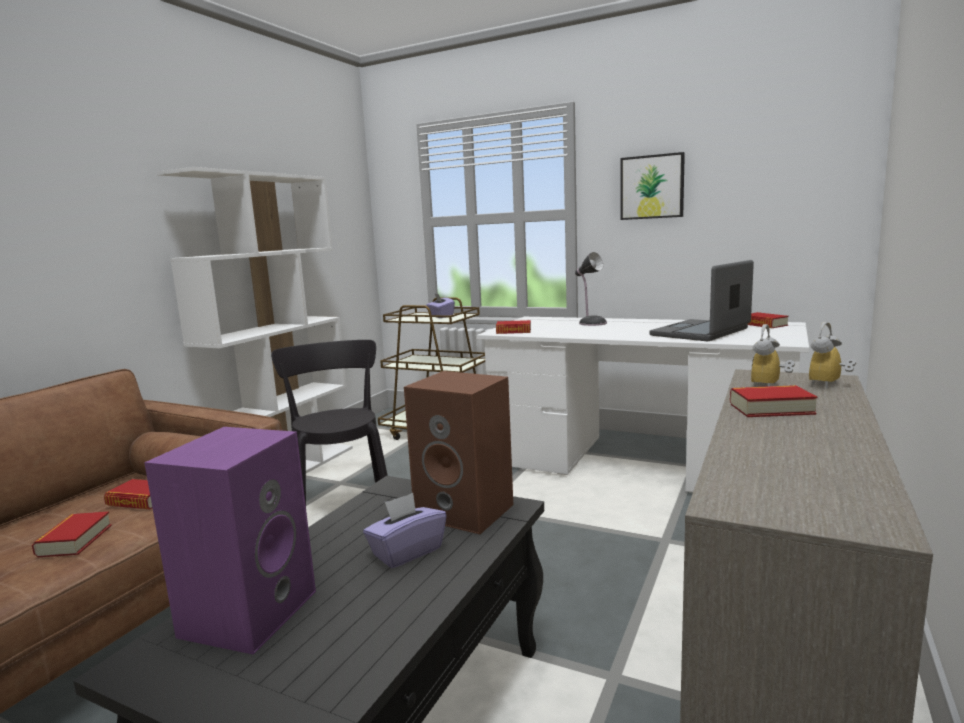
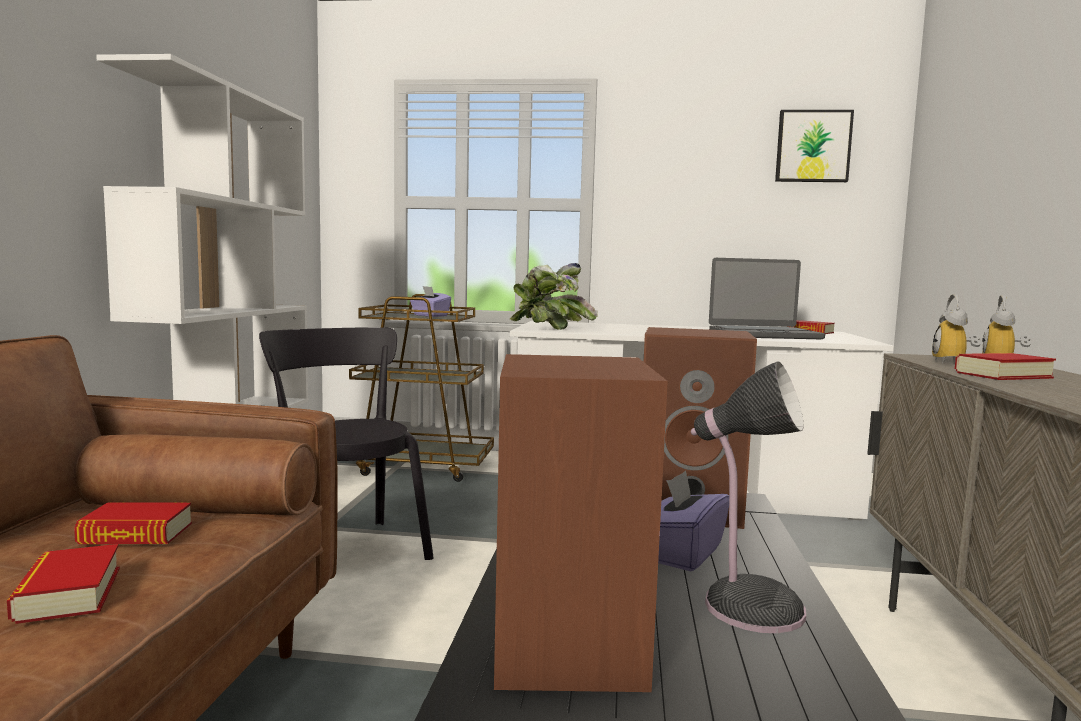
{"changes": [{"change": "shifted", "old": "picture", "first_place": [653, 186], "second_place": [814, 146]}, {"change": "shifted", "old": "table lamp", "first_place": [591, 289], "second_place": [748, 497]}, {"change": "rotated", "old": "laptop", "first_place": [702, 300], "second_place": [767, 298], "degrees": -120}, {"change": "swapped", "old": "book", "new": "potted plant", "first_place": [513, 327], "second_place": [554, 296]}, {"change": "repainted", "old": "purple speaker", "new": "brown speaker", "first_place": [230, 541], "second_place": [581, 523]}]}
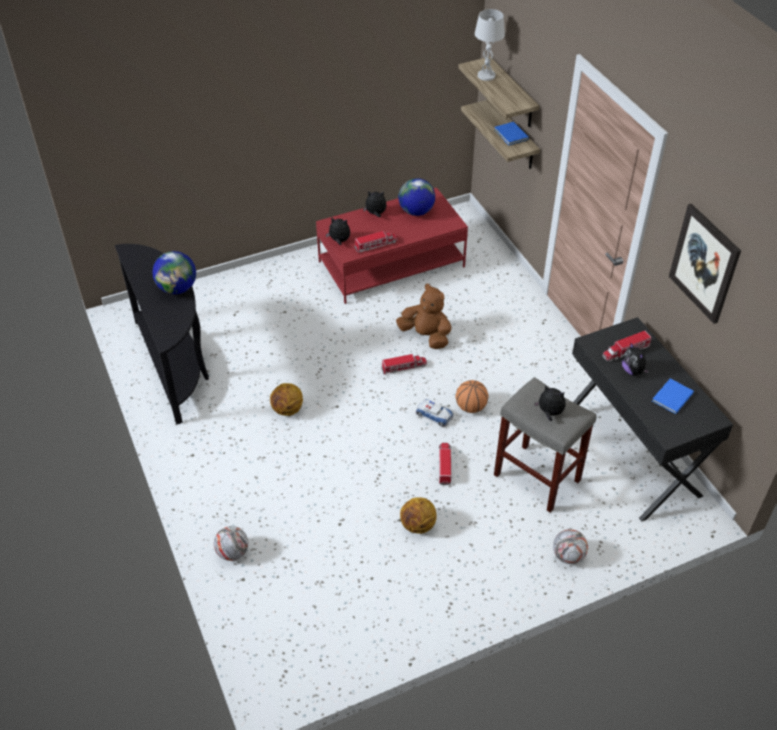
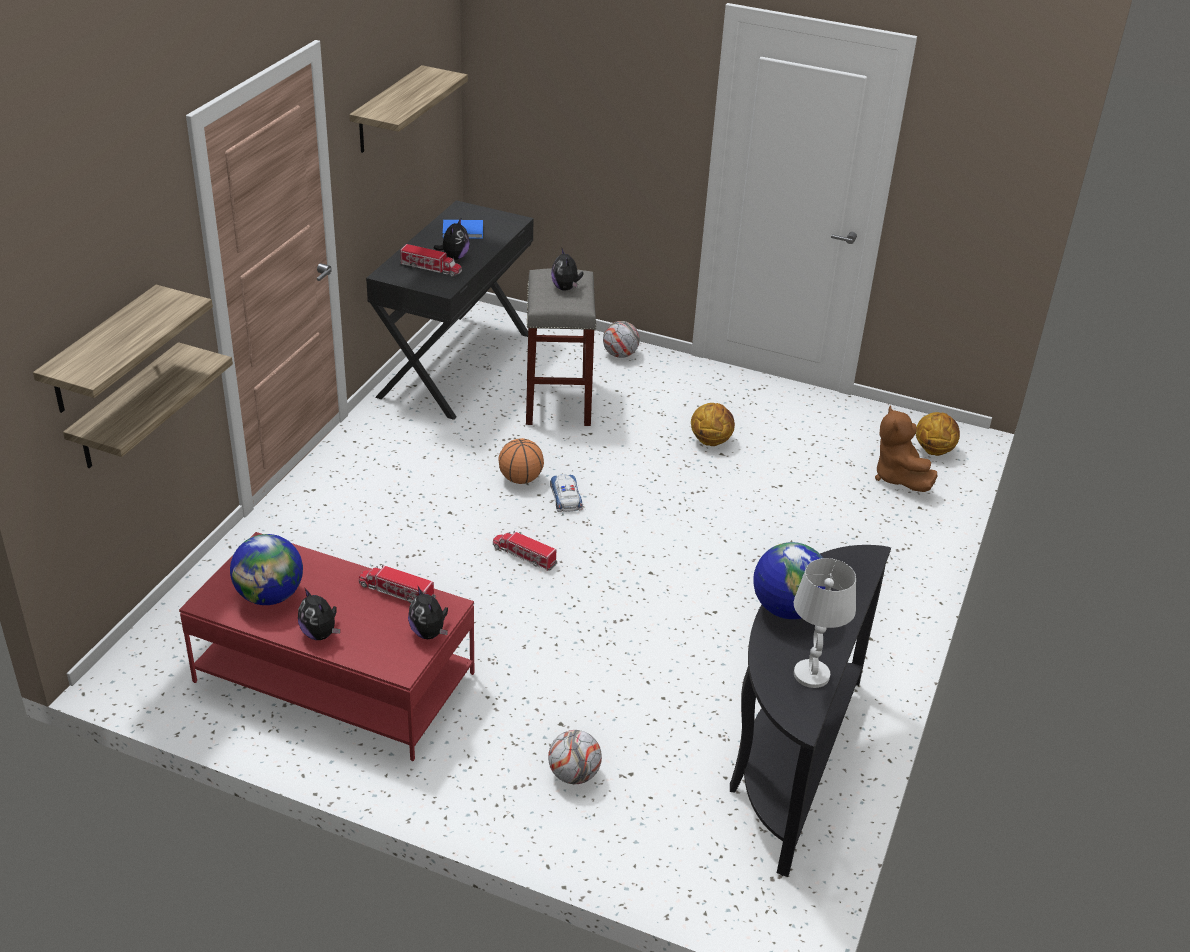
{"changes": [{"change": "shifted", "old": "white table lamp", "first_place": [490, 45], "second_place": [825, 623]}, {"change": "gone", "old": "blue book", "first_place": [511, 133]}, {"change": "swapped", "old": "picture", "new": "shelf", "first_place": [705, 264], "second_place": [408, 109]}, {"change": "shifted", "old": "brown plush toy", "first_place": [423, 316], "second_place": [906, 448]}, {"change": "shifted", "old": "basketball", "first_place": [286, 399], "second_place": [938, 434]}, {"change": "gone", "old": "toy truck", "first_place": [445, 464]}, {"change": "shifted", "old": "football", "first_place": [231, 543], "second_place": [575, 757]}]}
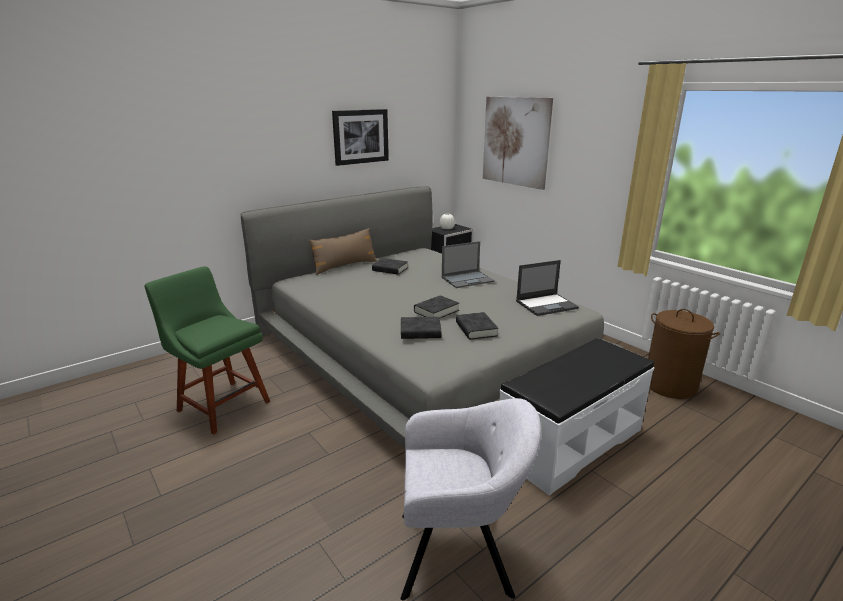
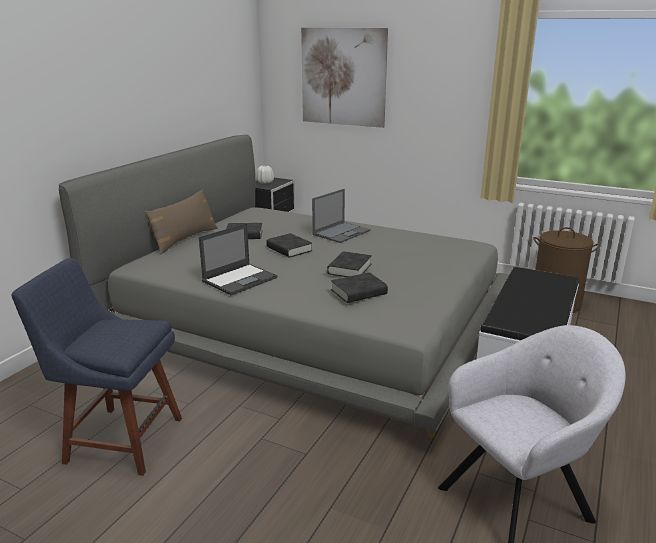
{"changes": [{"change": "gone", "old": "picture", "first_place": [360, 137]}, {"change": "shifted", "old": "laptop", "first_place": [547, 288], "second_place": [238, 259]}, {"change": "repainted", "old": "green chair", "new": "blue chair", "first_place": [207, 350], "second_place": [97, 367]}, {"change": "shifted", "old": "black book", "first_place": [477, 326], "second_place": [289, 245]}]}
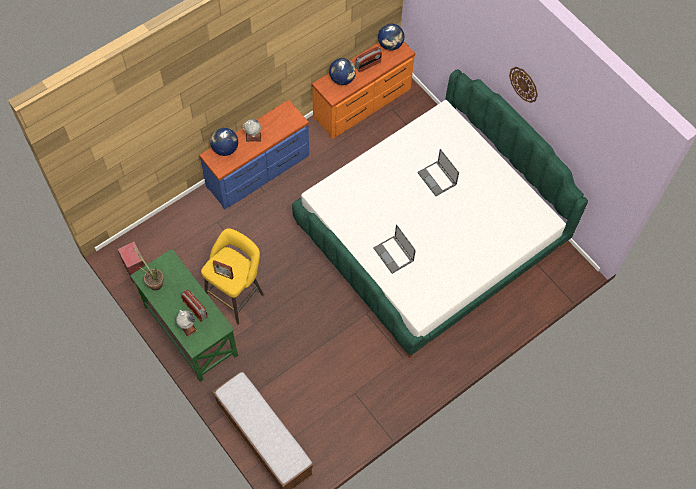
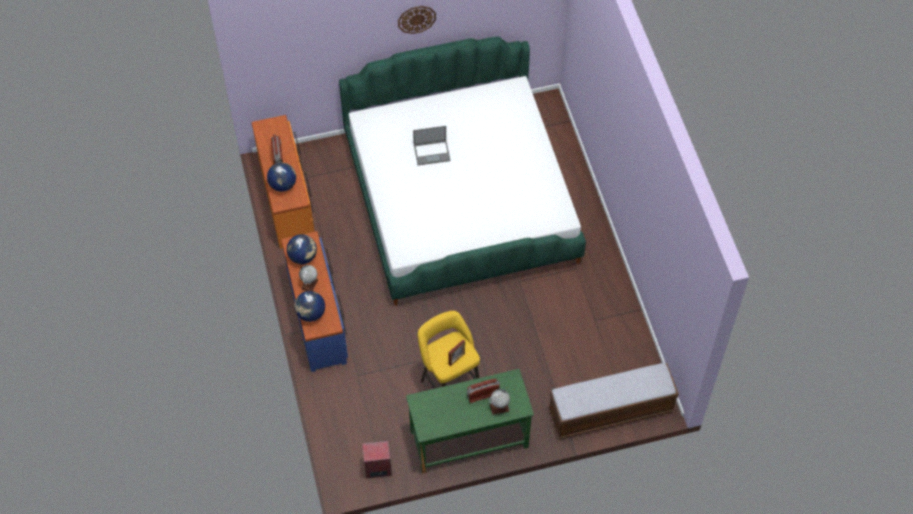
{"changes": [{"change": "shifted", "old": "globe", "first_place": [391, 37], "second_place": [302, 249]}, {"change": "gone", "old": "laptop", "first_place": [394, 249]}, {"change": "gone", "old": "potted plant", "first_place": [148, 269]}]}
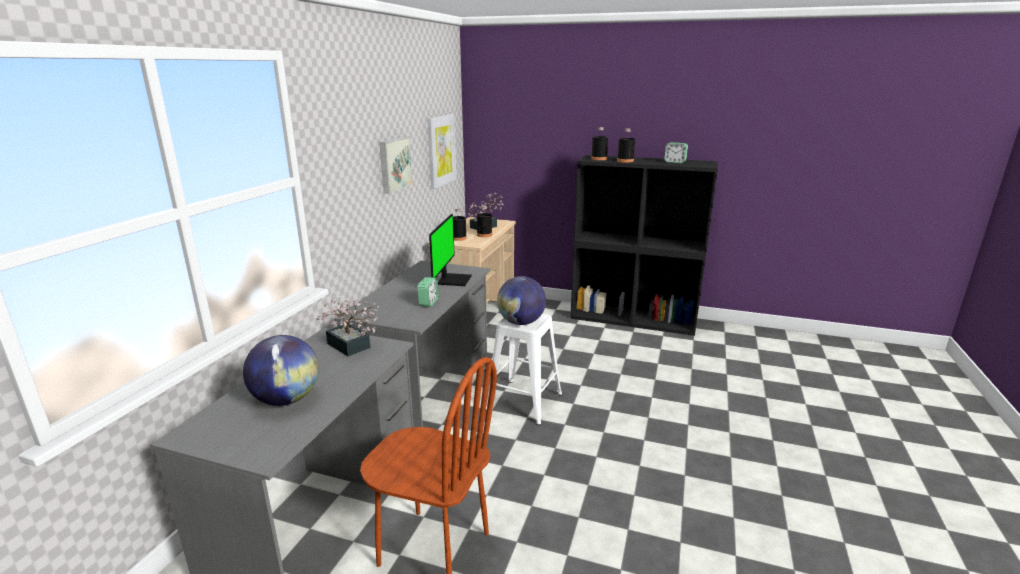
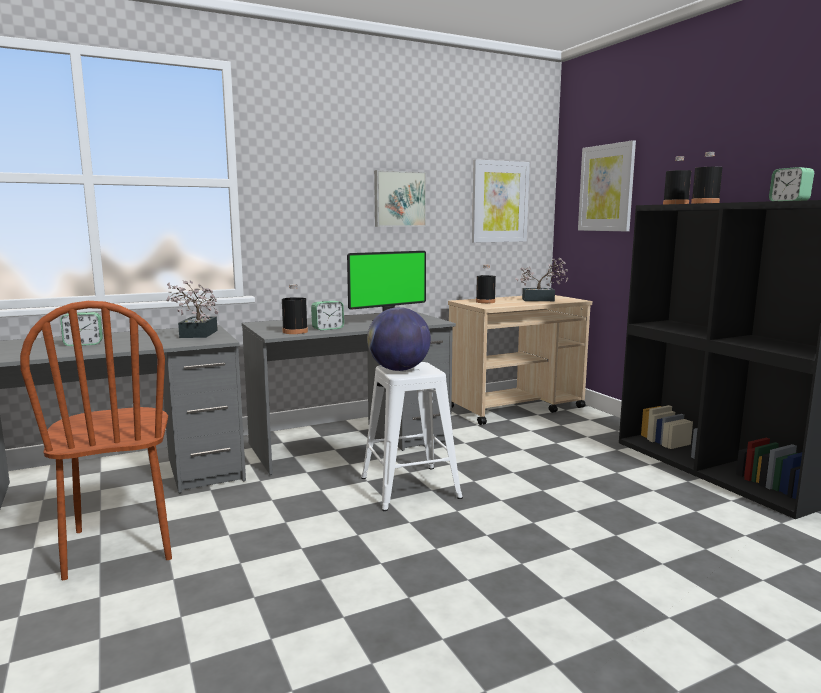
{"changes": [{"change": "shifted", "old": "black bottle", "first_place": [484, 221], "second_place": [295, 309]}, {"change": "swapped", "old": "globe", "new": "alarm clock", "first_place": [281, 370], "second_place": [81, 329]}, {"change": "new", "new": "picture", "second_place": [607, 185]}]}
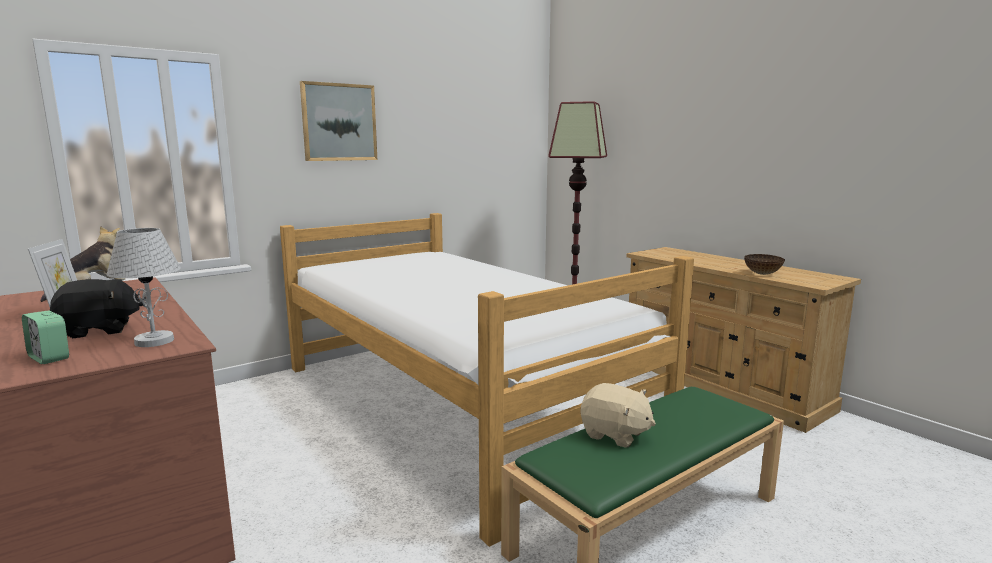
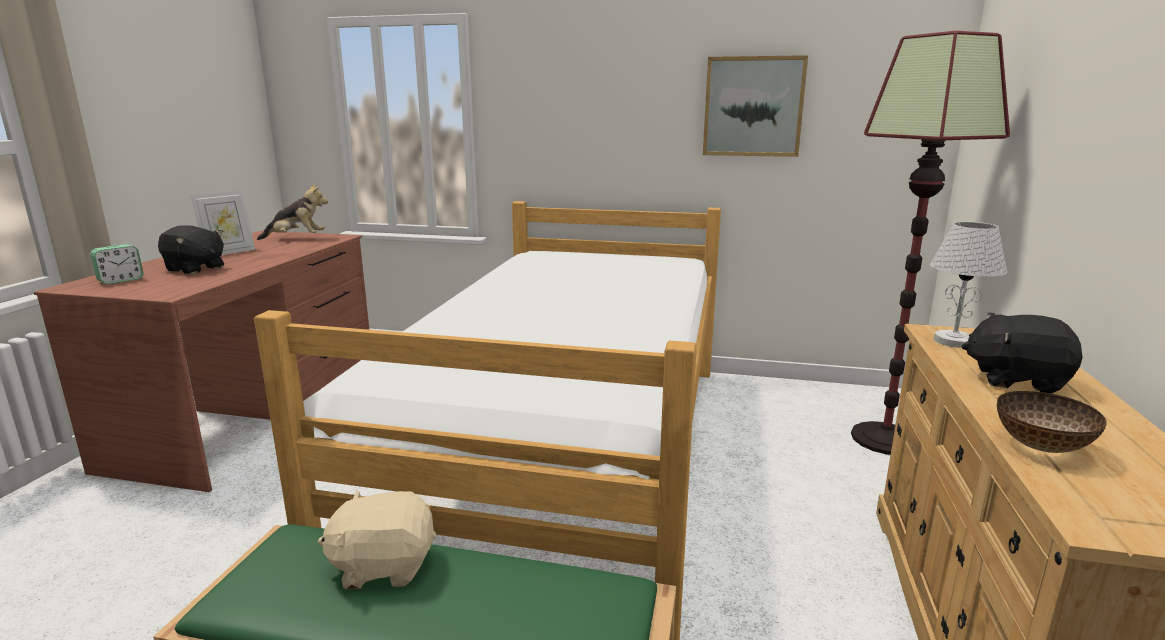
{"changes": [{"change": "shifted", "old": "picture", "first_place": [338, 121], "second_place": [755, 106]}, {"change": "shifted", "old": "white table lamp", "first_place": [144, 287], "second_place": [968, 285]}, {"change": "rotated", "old": "alarm clock", "first_place": [45, 337], "second_place": [117, 264], "degrees": -135}, {"change": "rotated", "old": "beige plush toy", "first_place": [618, 415], "second_place": [377, 540], "degrees": 90}, {"change": "new", "new": "black plush toy", "second_place": [1022, 353]}]}
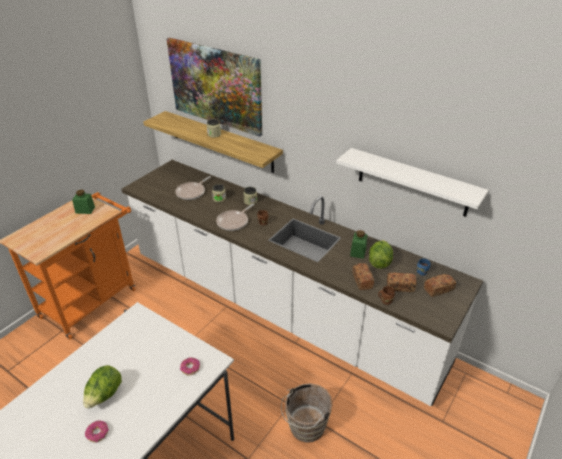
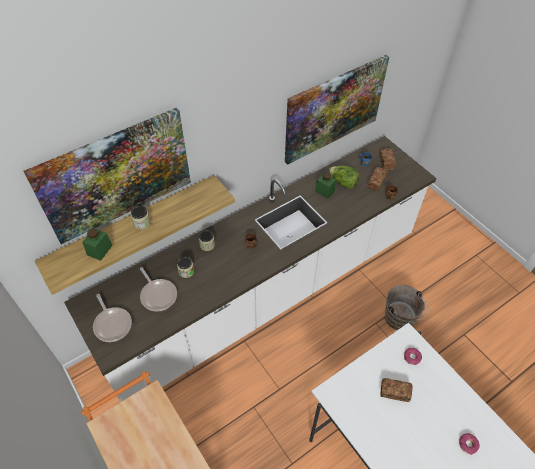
{"changes": [{"change": "swapped", "old": "white shelf", "new": "picture", "first_place": [412, 182], "second_place": [337, 110]}, {"change": "shifted", "old": "green jar", "first_place": [83, 202], "second_place": [97, 244]}, {"change": "shifted", "old": "frying pan", "first_place": [235, 217], "second_place": [112, 318]}, {"change": "shifted", "old": "bread", "first_place": [363, 276], "second_place": [396, 390]}, {"change": "gone", "old": "lettuce", "first_place": [102, 387]}]}
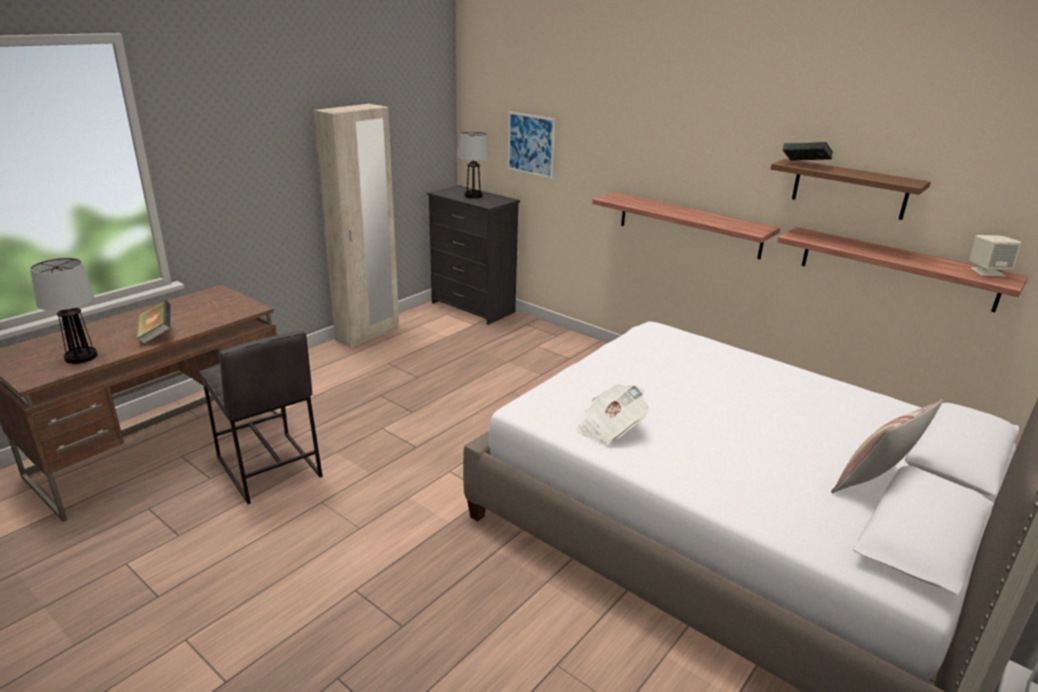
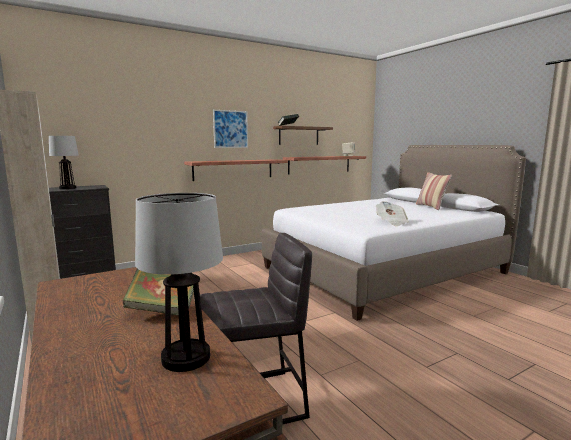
{"changes": [{"change": "shifted", "old": "picture", "first_place": [531, 145], "second_place": [230, 129]}]}
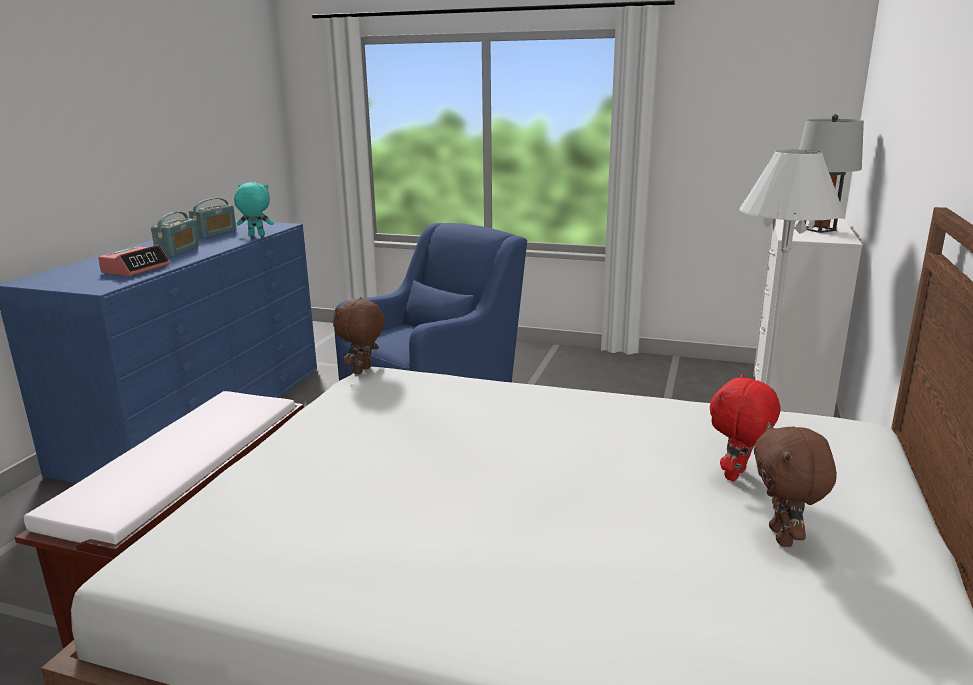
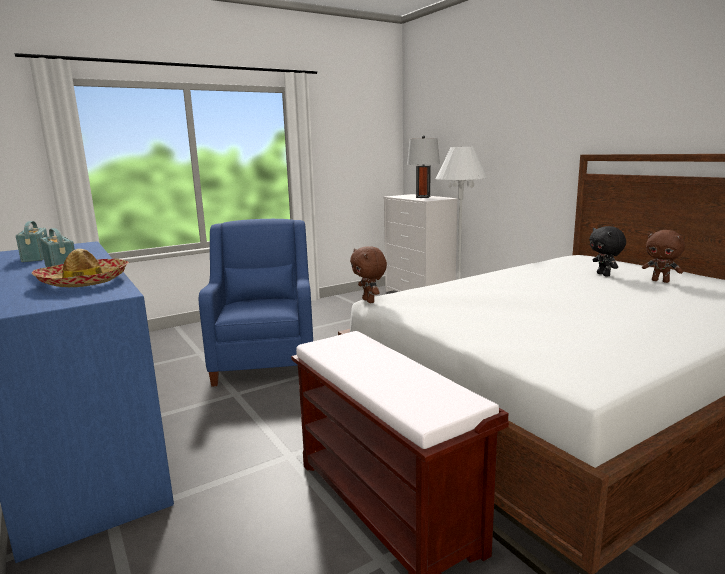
{"changes": [{"change": "gone", "old": "turquoise plush toy", "first_place": [254, 209]}, {"change": "swapped", "old": "alarm clock", "new": "hat", "first_place": [134, 260], "second_place": [80, 268]}, {"change": "repainted", "old": "red plush toy", "new": "black plush toy", "first_place": [745, 427], "second_place": [607, 251]}]}
